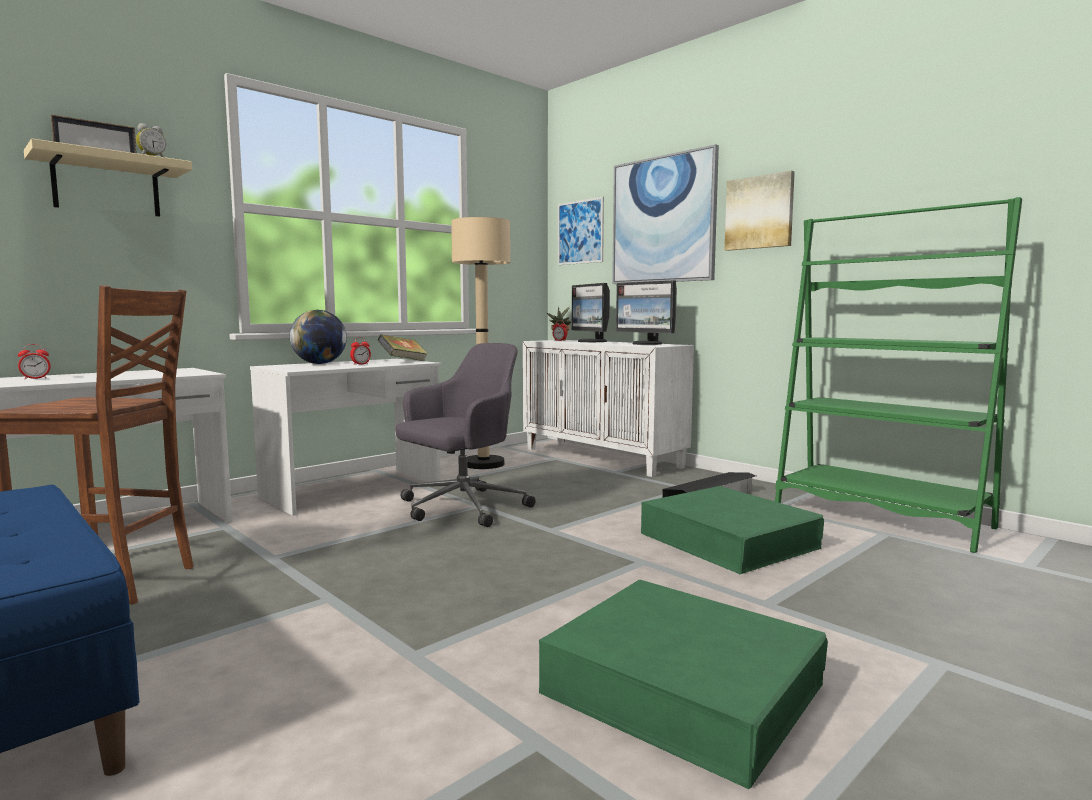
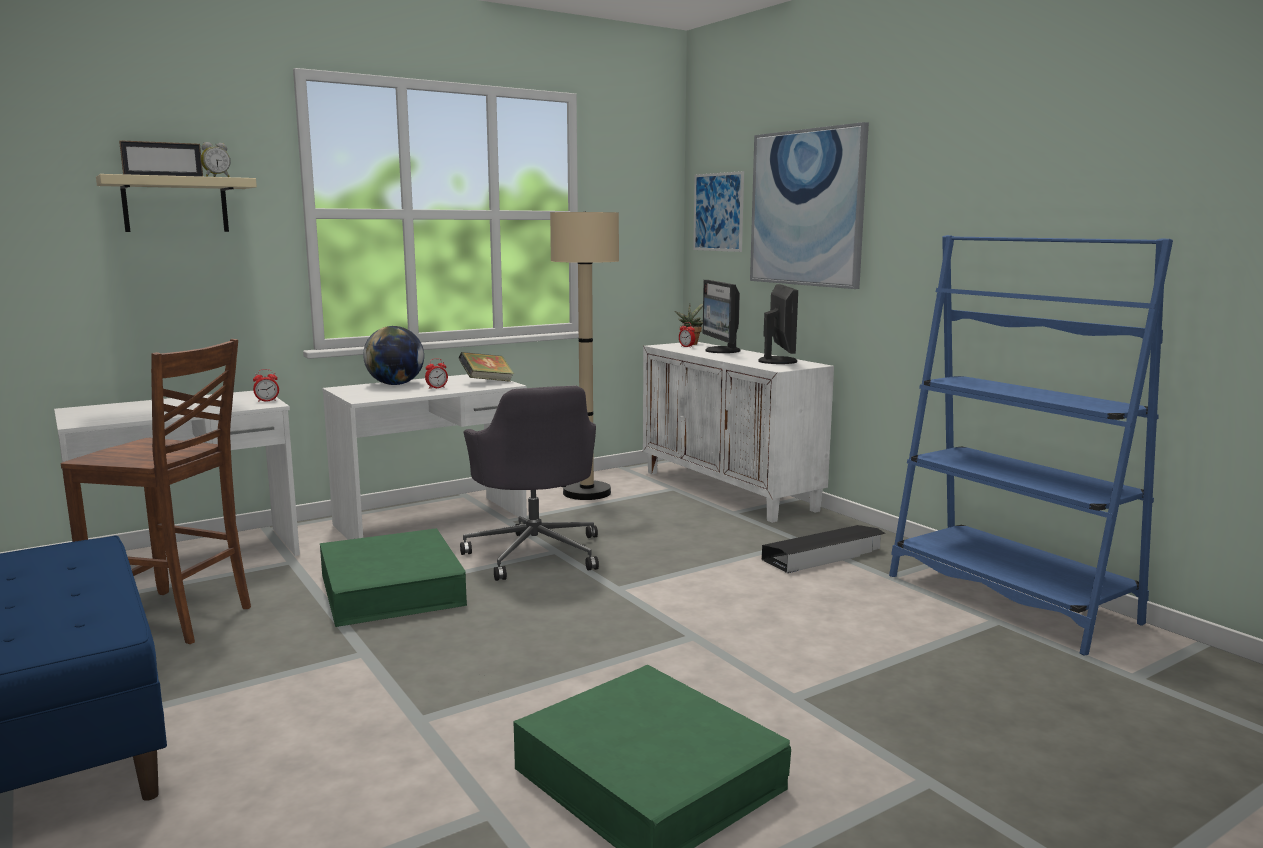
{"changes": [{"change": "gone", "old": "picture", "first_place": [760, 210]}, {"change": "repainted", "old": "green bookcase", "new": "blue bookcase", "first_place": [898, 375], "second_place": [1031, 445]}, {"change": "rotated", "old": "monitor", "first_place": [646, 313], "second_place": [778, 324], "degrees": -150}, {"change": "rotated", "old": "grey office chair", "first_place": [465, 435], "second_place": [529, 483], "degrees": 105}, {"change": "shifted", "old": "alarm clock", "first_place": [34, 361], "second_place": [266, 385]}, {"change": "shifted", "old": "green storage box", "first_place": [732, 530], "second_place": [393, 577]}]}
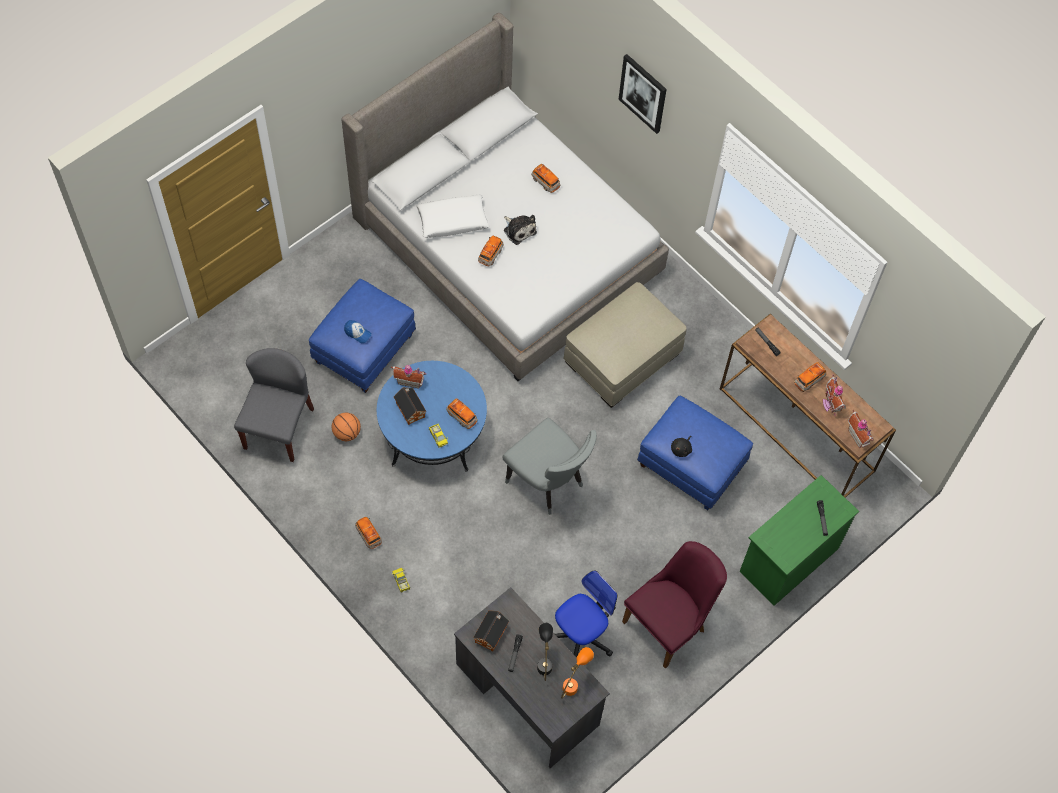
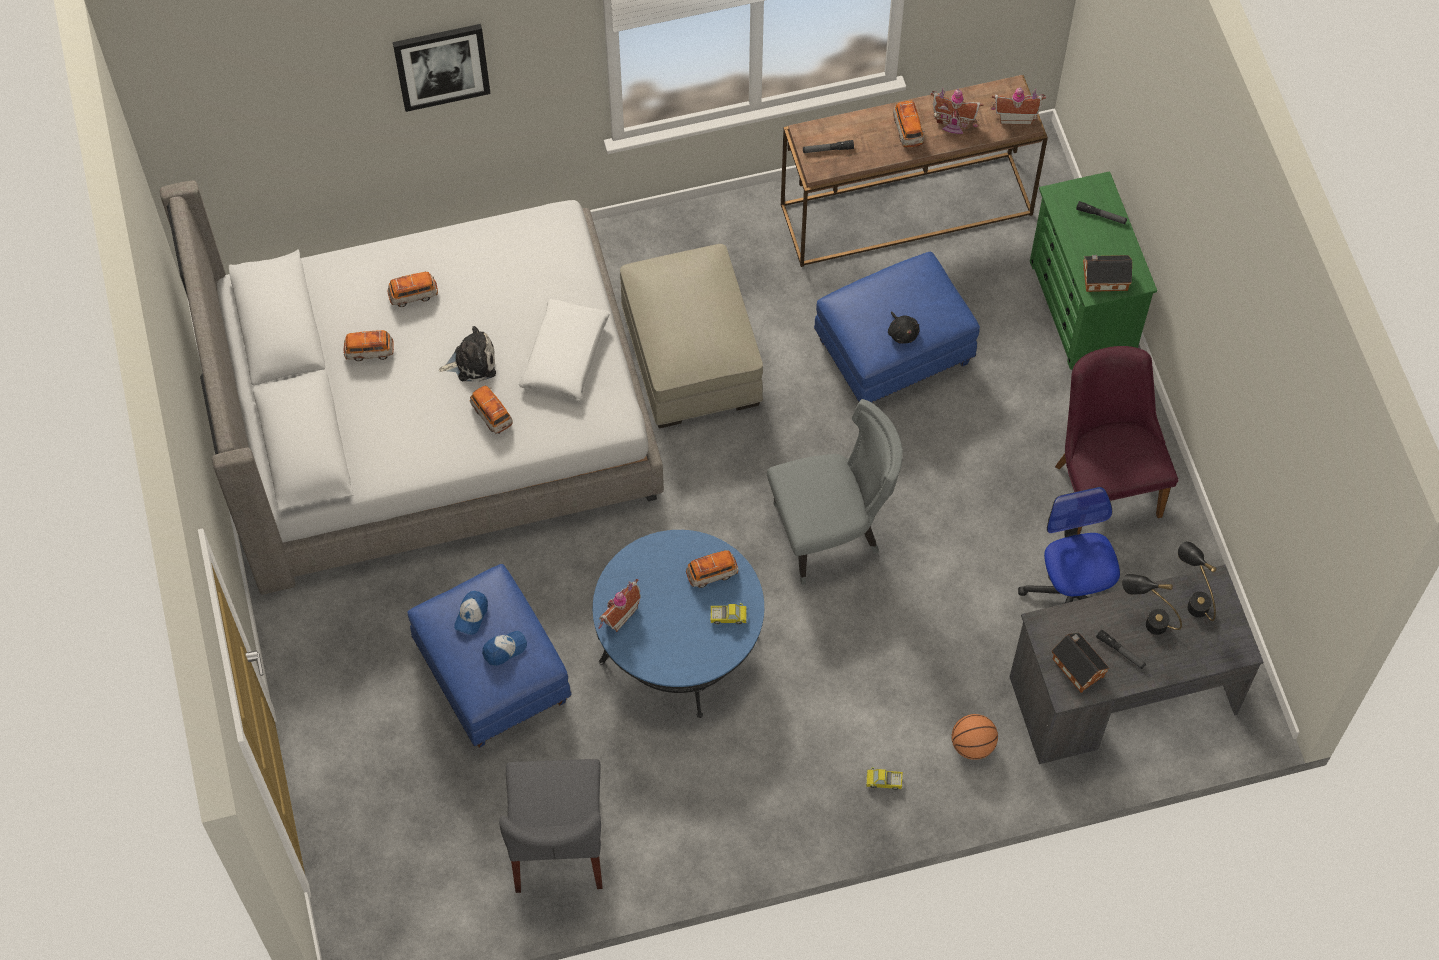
{"changes": [{"change": "shifted", "old": "white pillow", "first_place": [453, 216], "second_place": [564, 349]}, {"change": "rotated", "old": "grey chair", "first_place": [274, 405], "second_place": [550, 826], "degrees": -135}, {"change": "shifted", "old": "toy house", "first_place": [410, 406], "second_place": [1107, 273]}, {"change": "shifted", "old": "basketball", "first_place": [346, 426], "second_place": [975, 737]}, {"change": "shifted", "old": "toy car", "first_place": [368, 533], "second_place": [368, 345]}, {"change": "repainted", "old": "orange table lamp", "new": "black table lamp", "first_place": [577, 673], "second_place": [1197, 581]}, {"change": "new", "new": "cap", "second_place": [471, 613]}]}
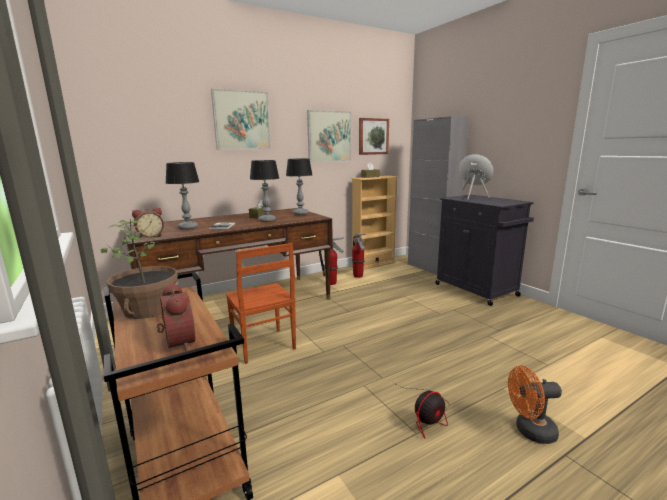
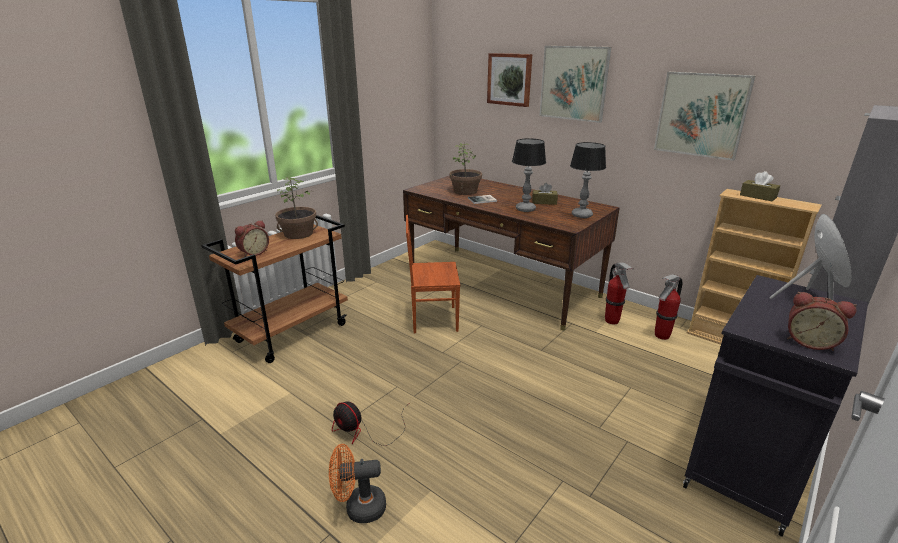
{"changes": [{"change": "shifted", "old": "picture", "first_place": [374, 136], "second_place": [509, 80]}, {"change": "swapped", "old": "table lamp", "new": "potted plant", "first_place": [182, 196], "second_place": [465, 169]}, {"change": "shifted", "old": "alarm clock", "first_place": [148, 223], "second_place": [822, 321]}, {"change": "rotated", "old": "brown chair", "first_place": [261, 303], "second_place": [433, 274], "degrees": 45}, {"change": "rotated", "old": "orange fan", "first_place": [535, 404], "second_place": [357, 483], "degrees": -75}]}
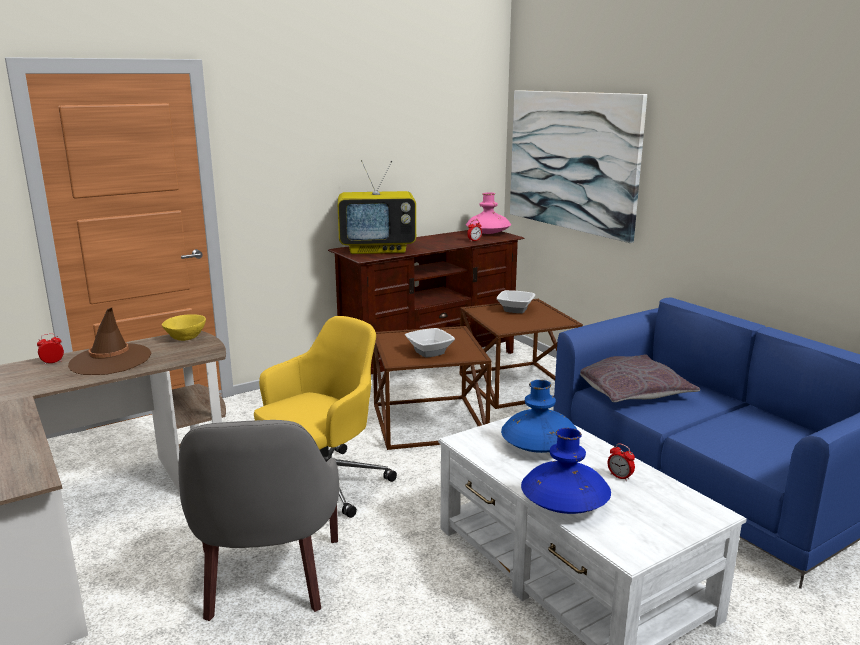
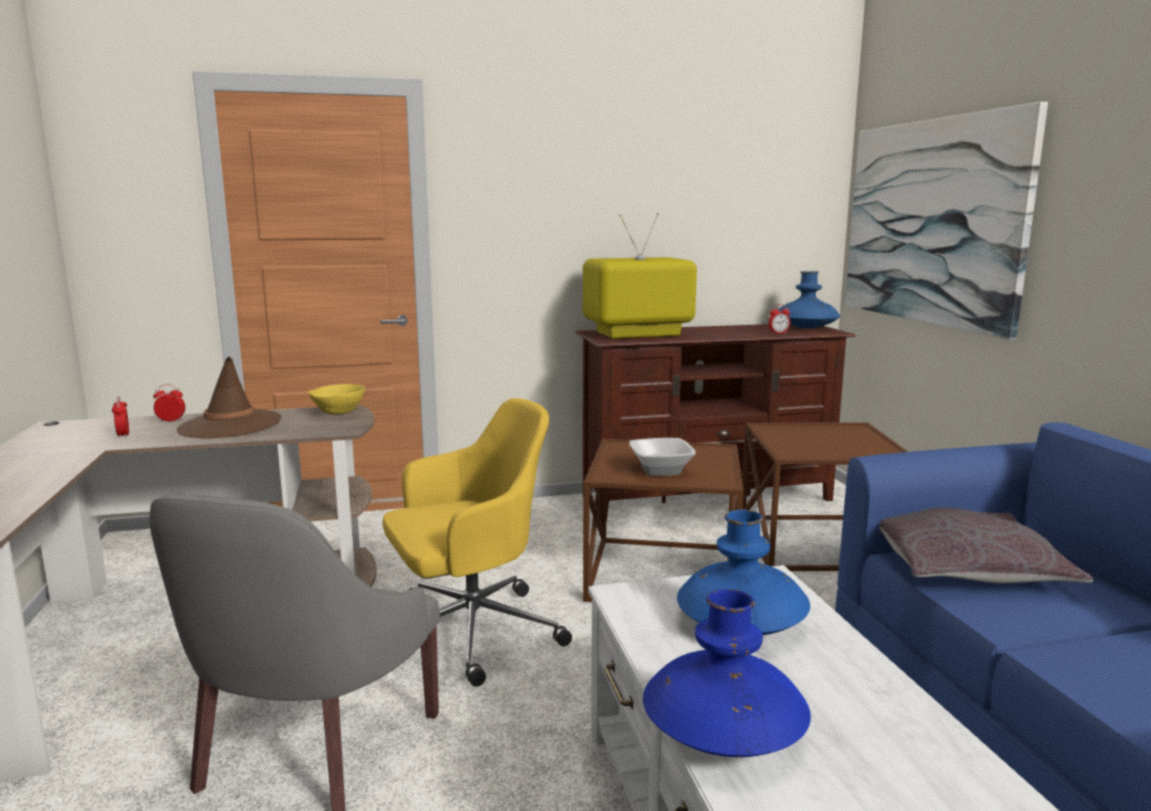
{"changes": [{"change": "rotated", "old": "television", "first_place": [377, 207], "second_place": [640, 276], "degrees": 150}, {"change": "repainted", "old": "pink vase", "new": "blue vase", "first_place": [488, 213], "second_place": [809, 299]}, {"change": "gone", "old": "bowl", "first_place": [516, 301]}, {"change": "shifted", "old": "alarm clock", "first_place": [621, 462], "second_place": [120, 417]}]}
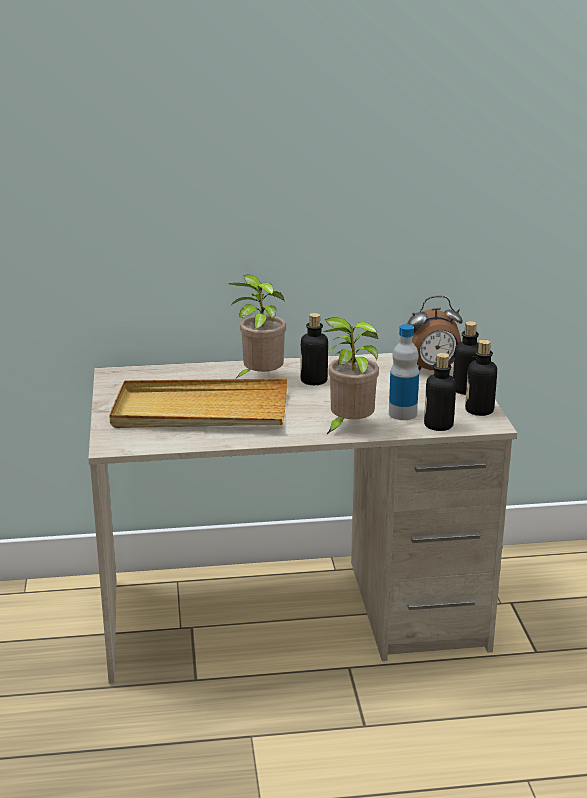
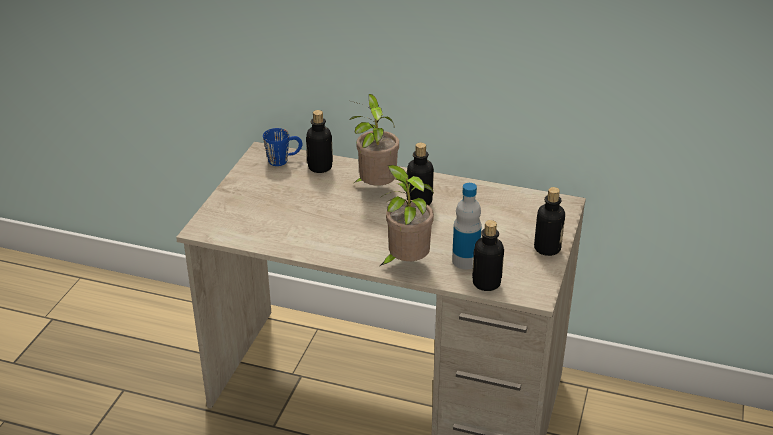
{"changes": [{"change": "gone", "old": "alarm clock", "first_place": [434, 333]}, {"change": "shifted", "old": "bottle", "first_place": [481, 378], "second_place": [319, 141]}, {"change": "gone", "old": "beige tray", "first_place": [198, 403]}, {"change": "new", "new": "blue mug", "second_place": [282, 147]}]}
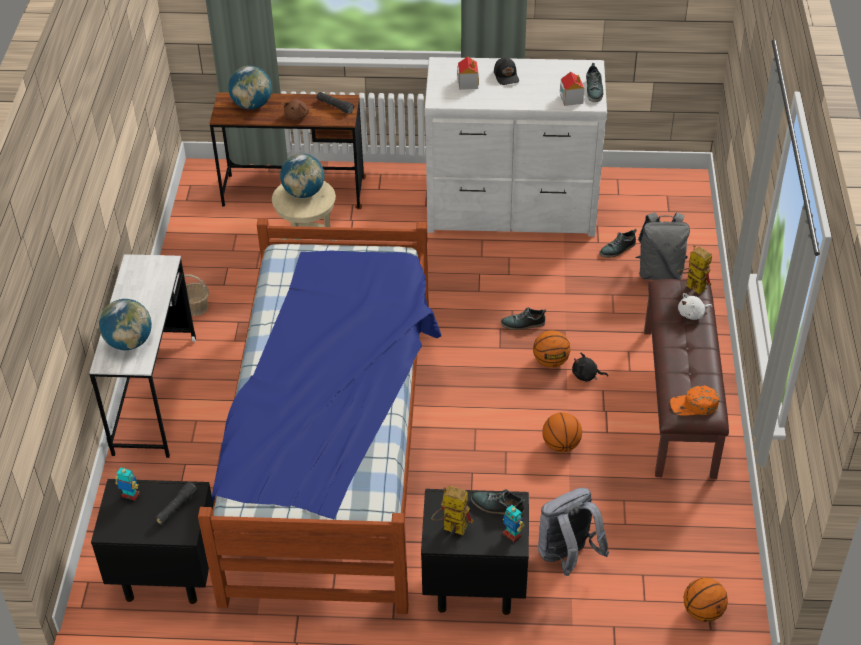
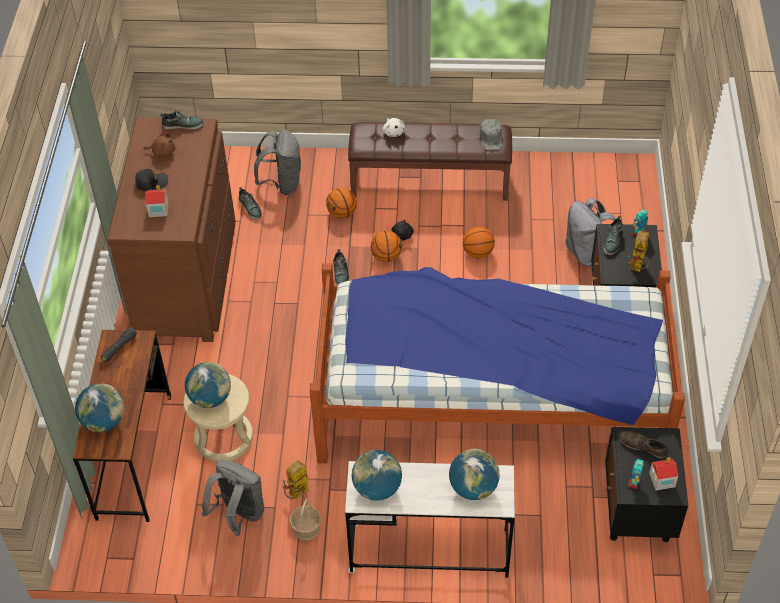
{"changes": [{"change": "repainted", "old": "white dresser", "new": "brown dresser", "first_place": [515, 147], "second_place": [171, 229]}, {"change": "shifted", "old": "toy house", "first_place": [572, 89], "second_place": [663, 474]}, {"change": "shifted", "old": "brown plush toy", "first_place": [296, 109], "second_place": [159, 145]}, {"change": "shifted", "old": "toy robot", "first_place": [694, 270], "second_place": [295, 479]}, {"change": "repainted", "old": "orange cap", "new": "grey cap", "first_place": [694, 400], "second_place": [491, 134]}, {"change": "swapped", "old": "black flashlight", "new": "brown shoe", "first_place": [176, 503], "second_place": [644, 444]}, {"change": "shifted", "old": "basketball", "first_place": [706, 599], "second_place": [341, 203]}, {"change": "new", "new": "globe", "second_place": [377, 475]}, {"change": "new", "new": "grey backpack", "second_place": [232, 498]}]}
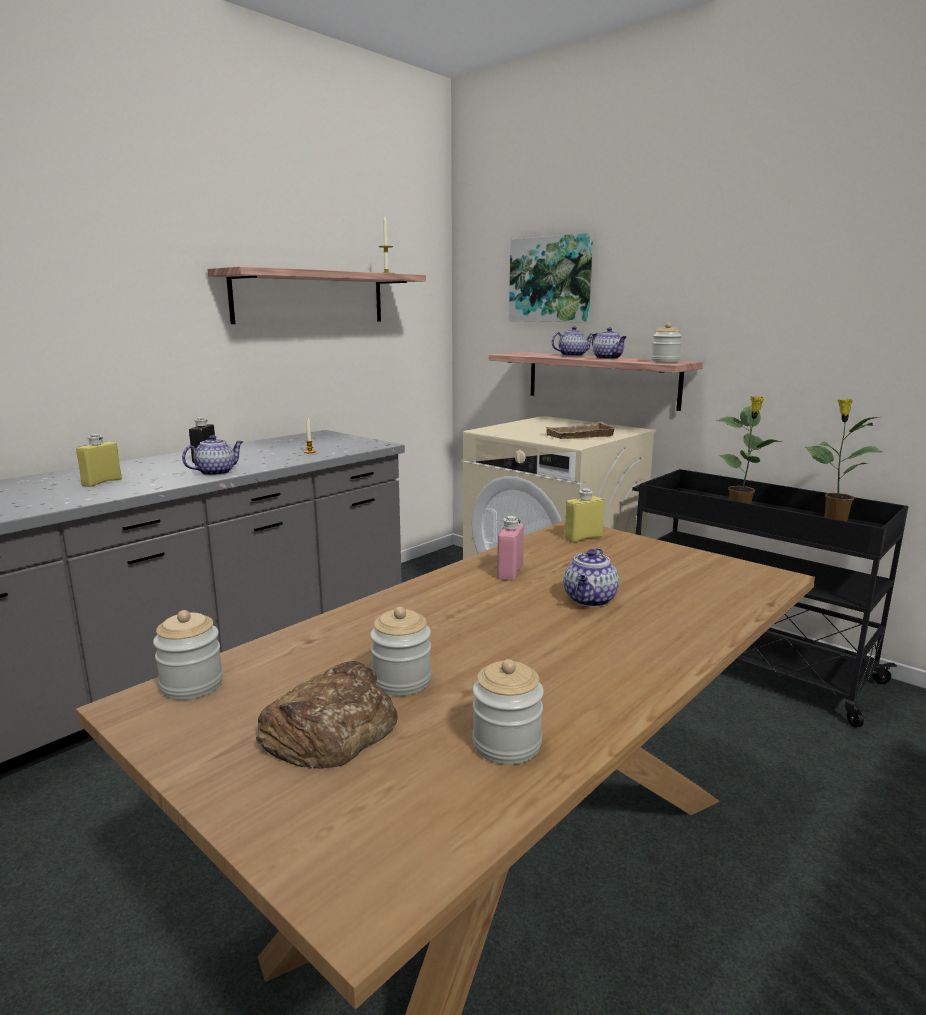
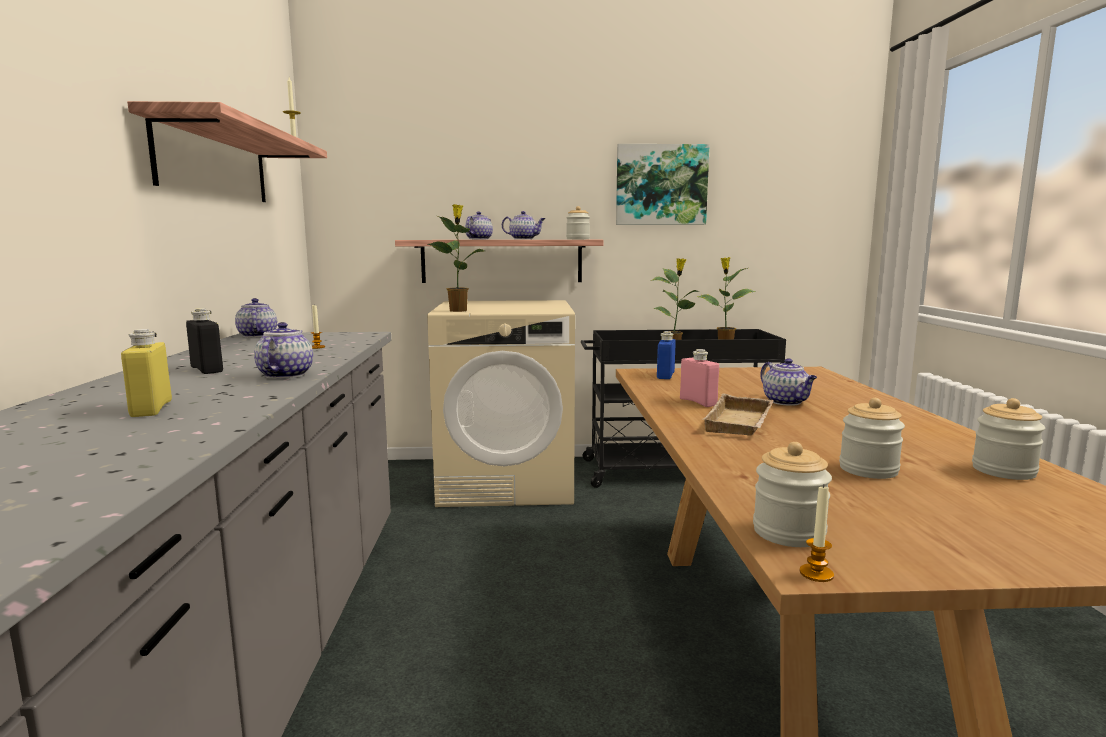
{"changes": [{"change": "shifted", "old": "picture", "first_place": [551, 277], "second_place": [663, 184]}, {"change": "shifted", "old": "beige tray", "first_place": [582, 430], "second_place": [738, 415]}, {"change": "repainted", "old": "yellow bottle", "new": "blue bottle", "first_place": [584, 515], "second_place": [666, 355]}, {"change": "gone", "old": "bread", "first_place": [327, 715]}, {"change": "new", "new": "potted plant", "second_place": [455, 258]}, {"change": "new", "new": "teapot", "second_place": [256, 317]}, {"change": "new", "new": "candle", "second_place": [817, 533]}]}
